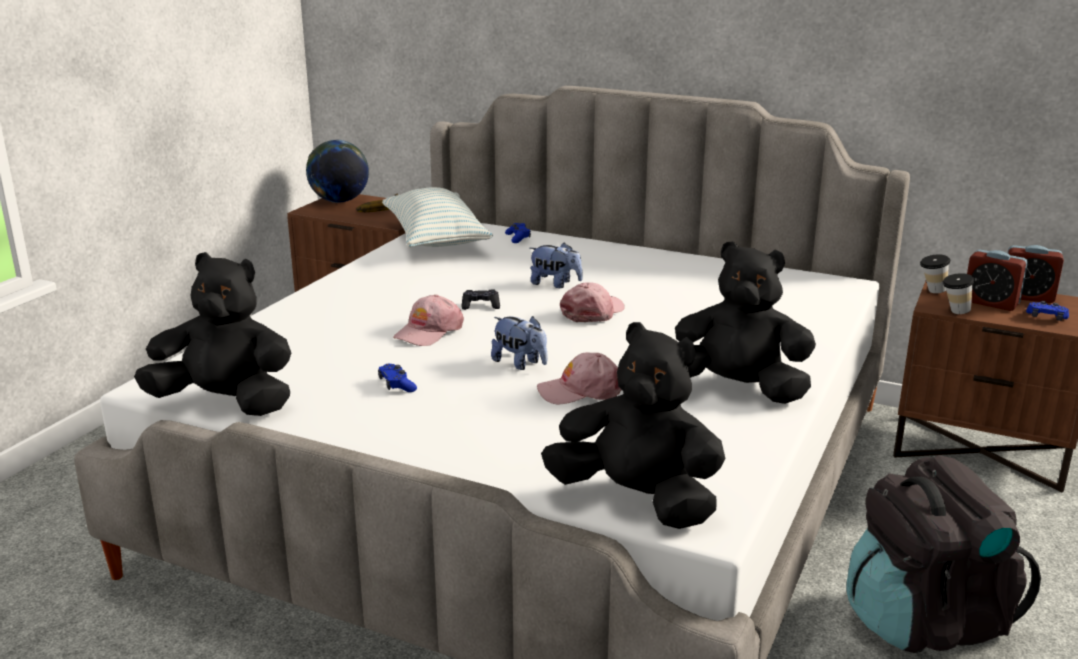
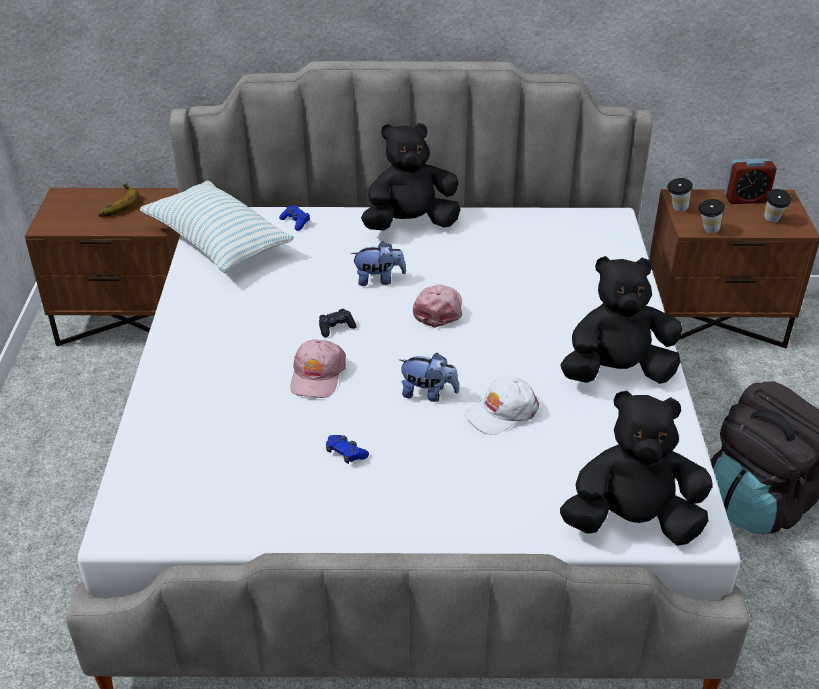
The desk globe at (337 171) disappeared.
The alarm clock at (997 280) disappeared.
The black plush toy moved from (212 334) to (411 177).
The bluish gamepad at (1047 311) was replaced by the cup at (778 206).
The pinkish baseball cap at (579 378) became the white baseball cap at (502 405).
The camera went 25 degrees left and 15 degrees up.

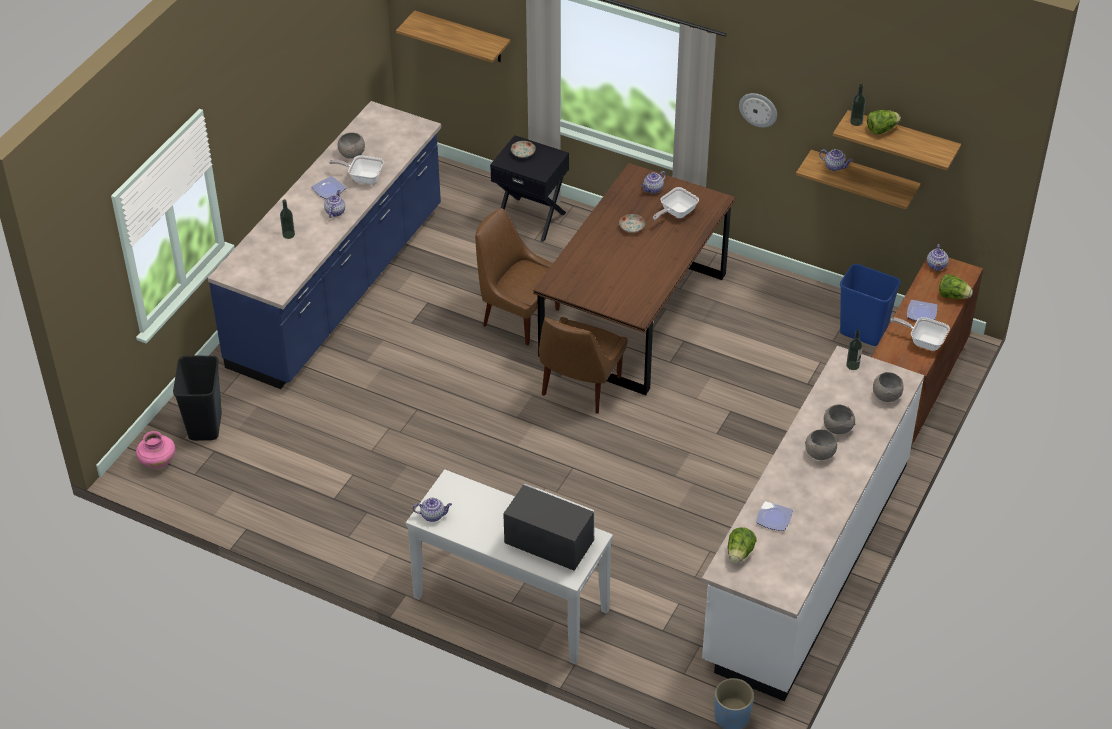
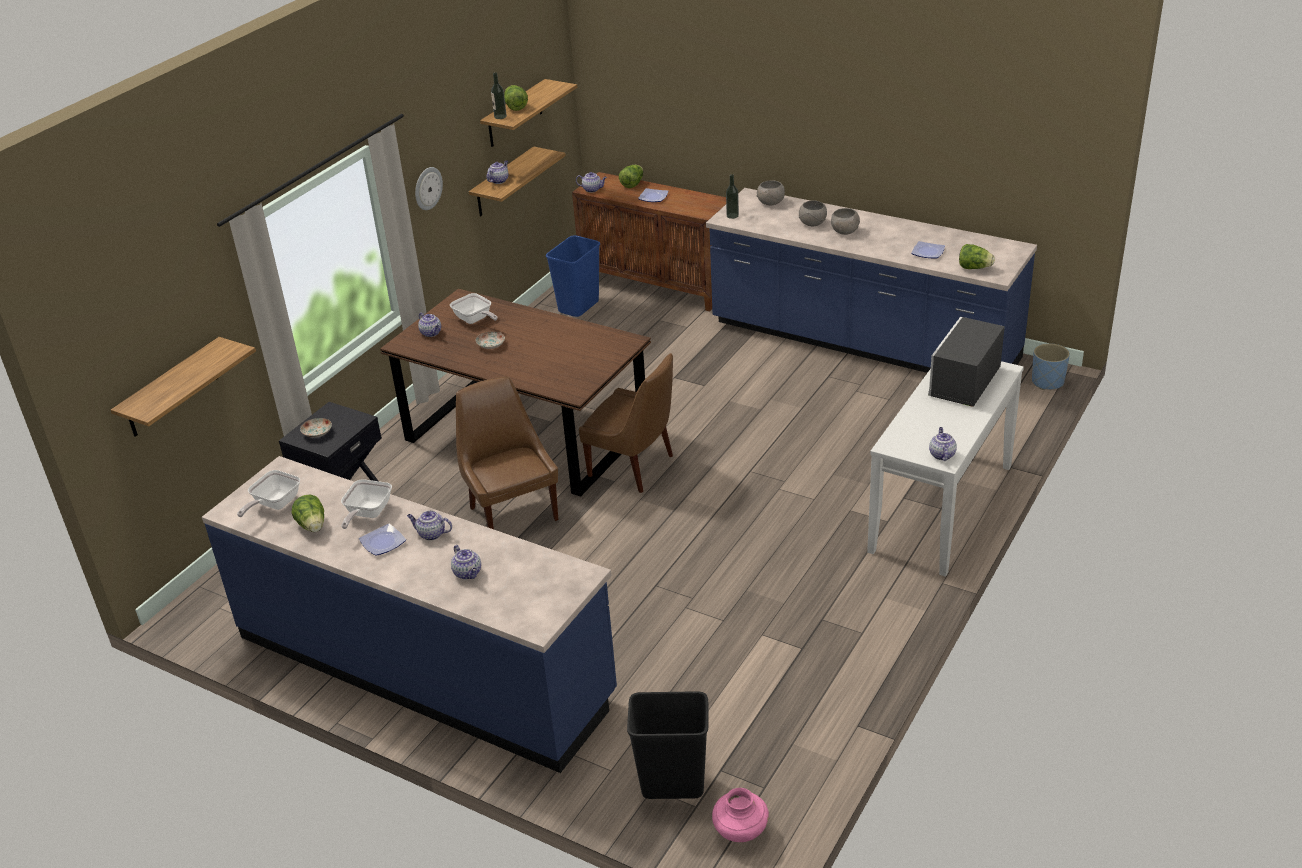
The frying pan moved from (920 334) to (268 493).
The beverage bottle at (287 219) was replaced by the tea pot at (466 562).
The gray serving bowl at (351 146) was replaced by the head of lettuce at (307 513).
The white kitchen counter at (813 523) became the bluish kitchen counter at (871 280).
The brown plain chair at (517 276) turned 120 degrees clockwise.
The camera went 85 degrees left and 10 degrees down.

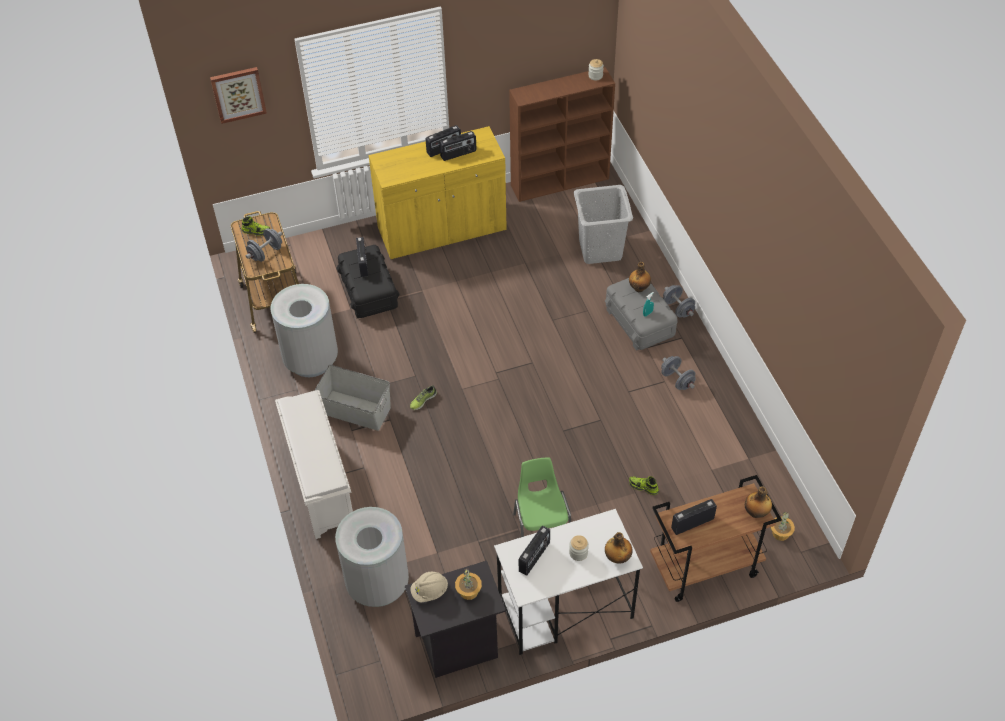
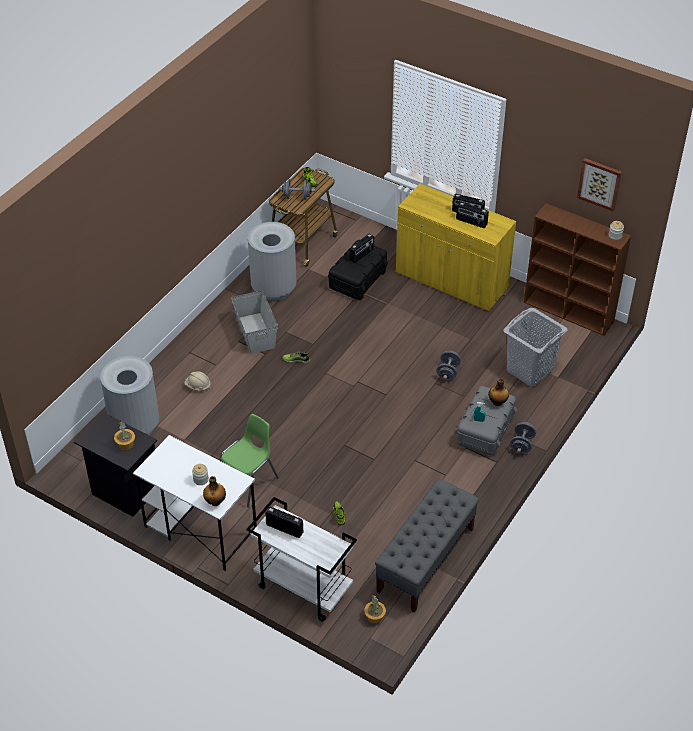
The white shoe shelf at (314 464) disappeared.
The radio receiver at (534 551) disappeared.
The beverage bottle at (758 502) disappeared.
The gray long seat at (427 545) appeared.
The wall picture moved from (238 95) to (599 184).
The beige-coloured work helmet moved from (429 587) to (198 381).
The gray hand weight moved from (678 373) to (448 365).
The brown wheeled cart at (716 538) became the white wheeled cart at (301 559).
The camera went 50 degrees right and 5 degrees down.

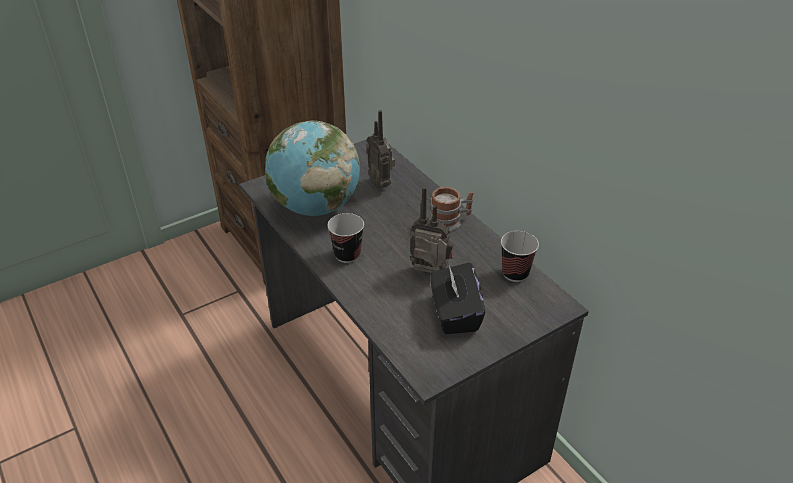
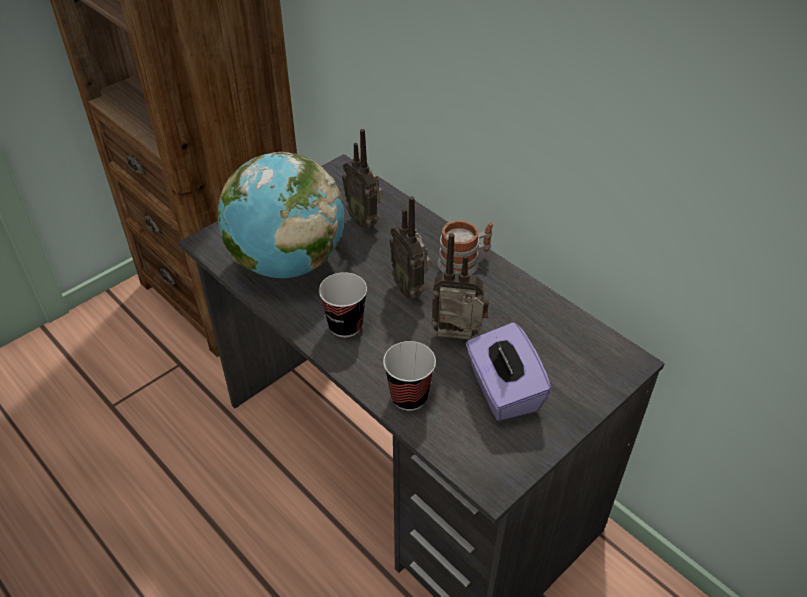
The radio receiver at (410 247) appeared.
The cup moved from (520 256) to (409 376).
The black tissue box at (457 298) became the purple tissue box at (509 371).
The camera went 10 degrees left and 5 degrees up.

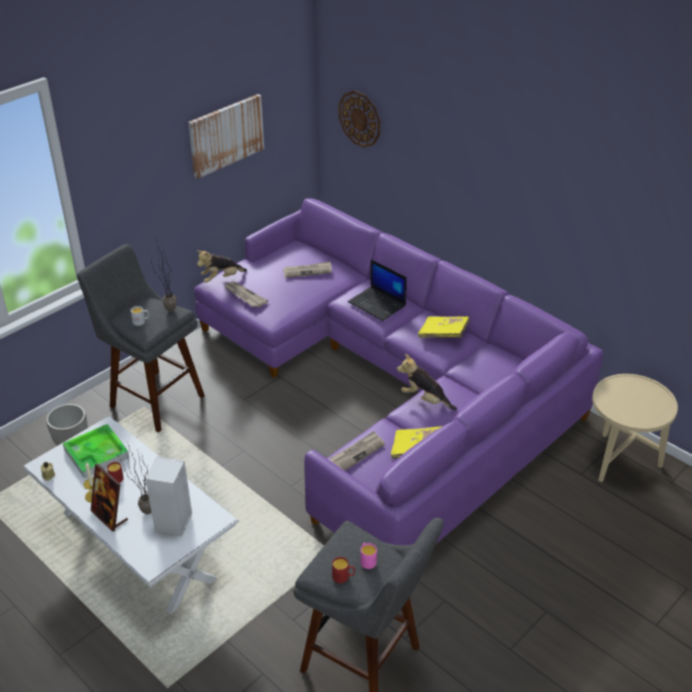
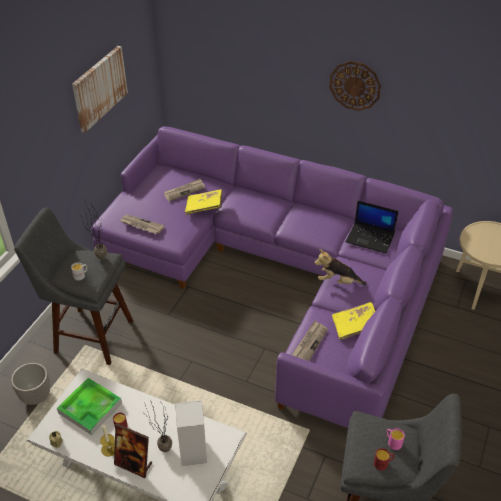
The plush toy at (221 266) disappeared.
The clock on the wall moved from (359 119) to (355 86).
The notebook computer moved from (377 290) to (372 227).
The yellow book moved from (444 327) to (204 202).
The camera went 20 degrees left and 5 degrees up.

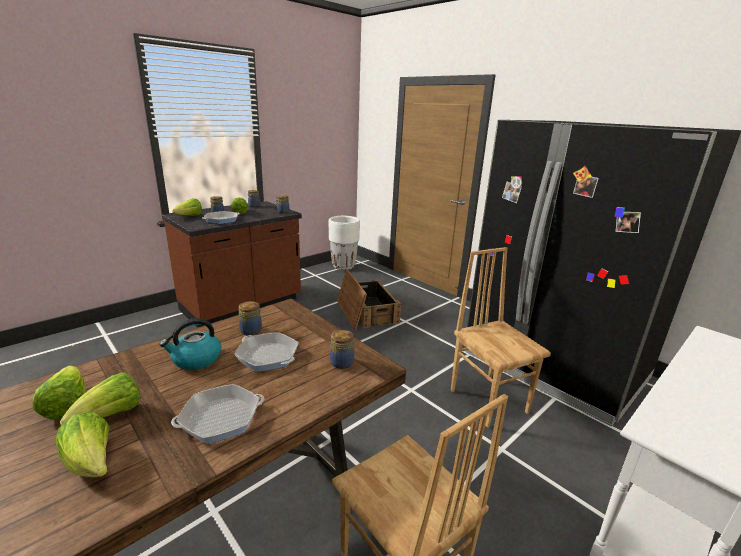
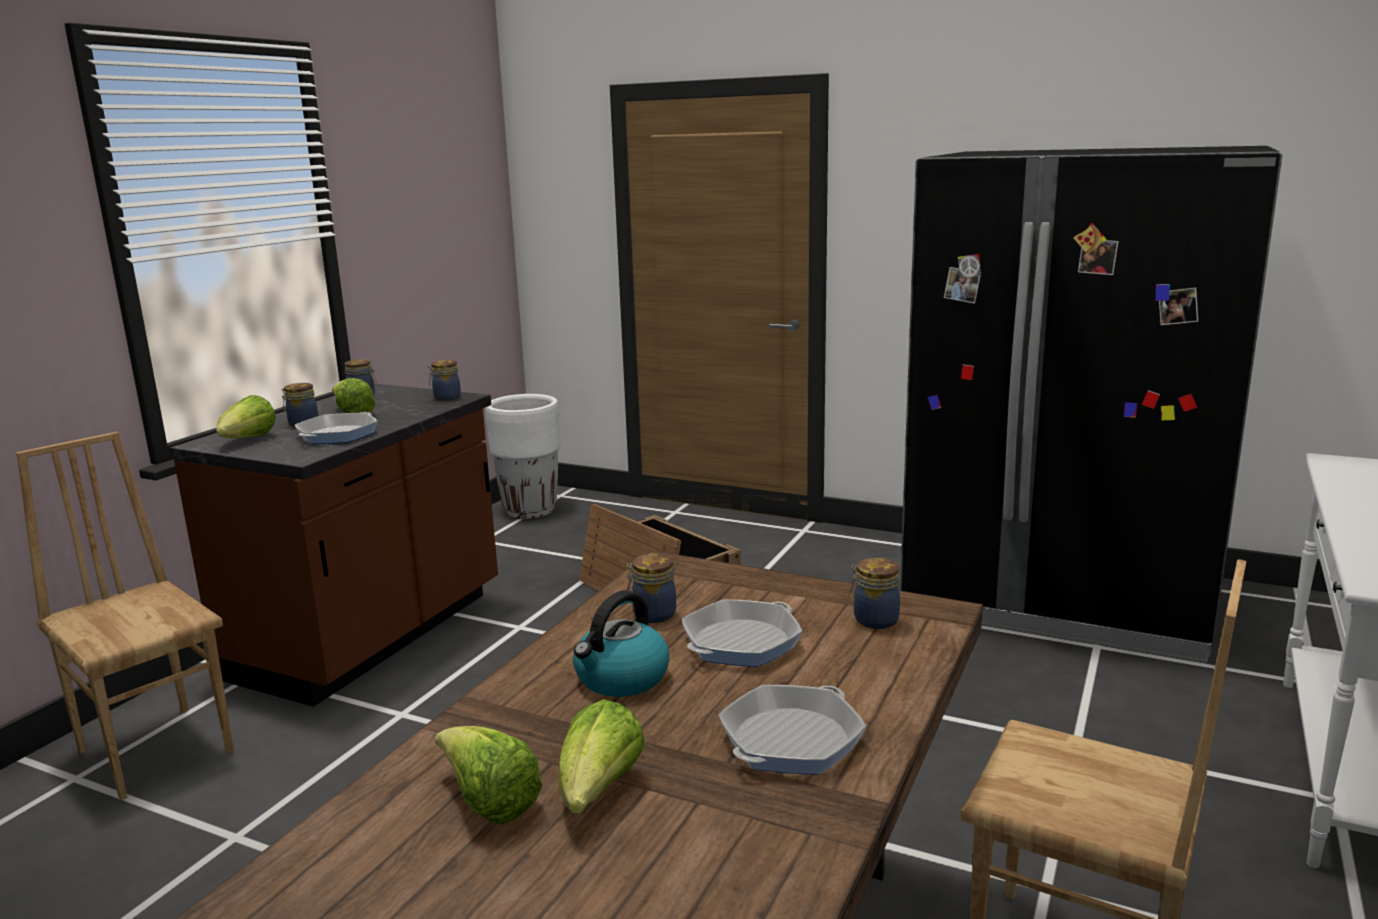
The head of lettuce at (83 444) disappeared.
The brown plain chair moved from (501 337) to (125 616).
The frying pan at (267 352) turned 120 degrees clockwise.
The camera went 20 degrees left and 5 degrees down.

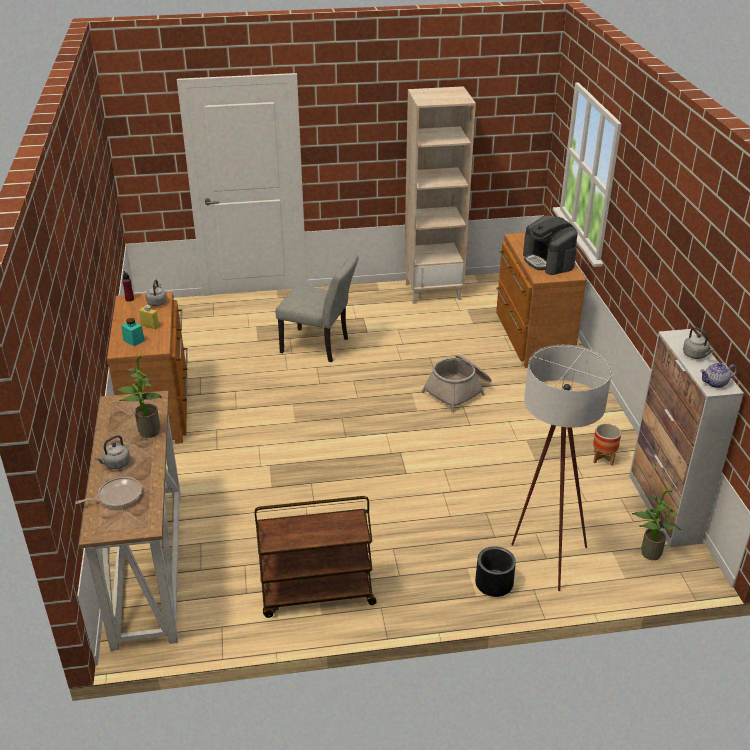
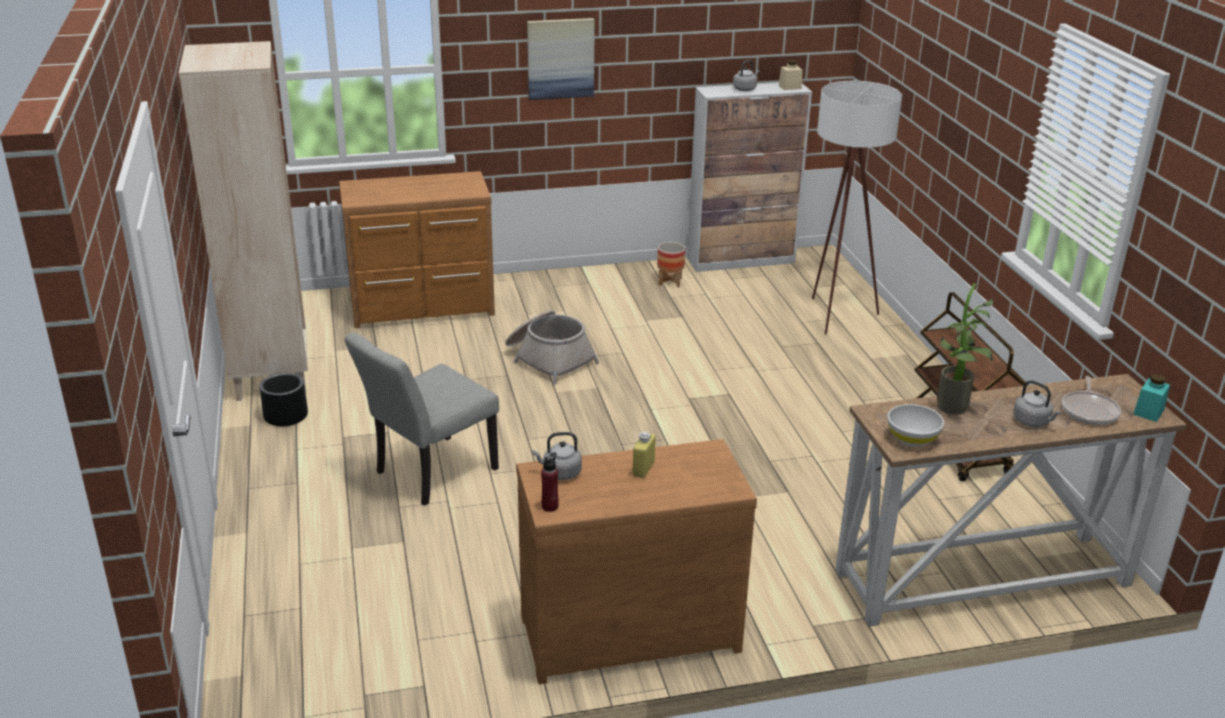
The coffee maker at (550 245) disappeared.
The houseplant at (656 524) disappeared.
The wall picture at (561 59) appeared.
The white serving bowl at (915 425) appeared.
The turquoise-coloured preserve jar moved from (133 332) to (1151 398).
The black flower pot moved from (495 571) to (283 400).
The tea pot at (718 375) was replaced by the beige-coloured preserve jar at (791 75).
The frying pan at (108 492) turned 135 degrees counterclockwise.
The gray plain chair at (317 308) turned 150 degrees counterclockwise.
The camera went 95 degrees left and 5 degrees down.

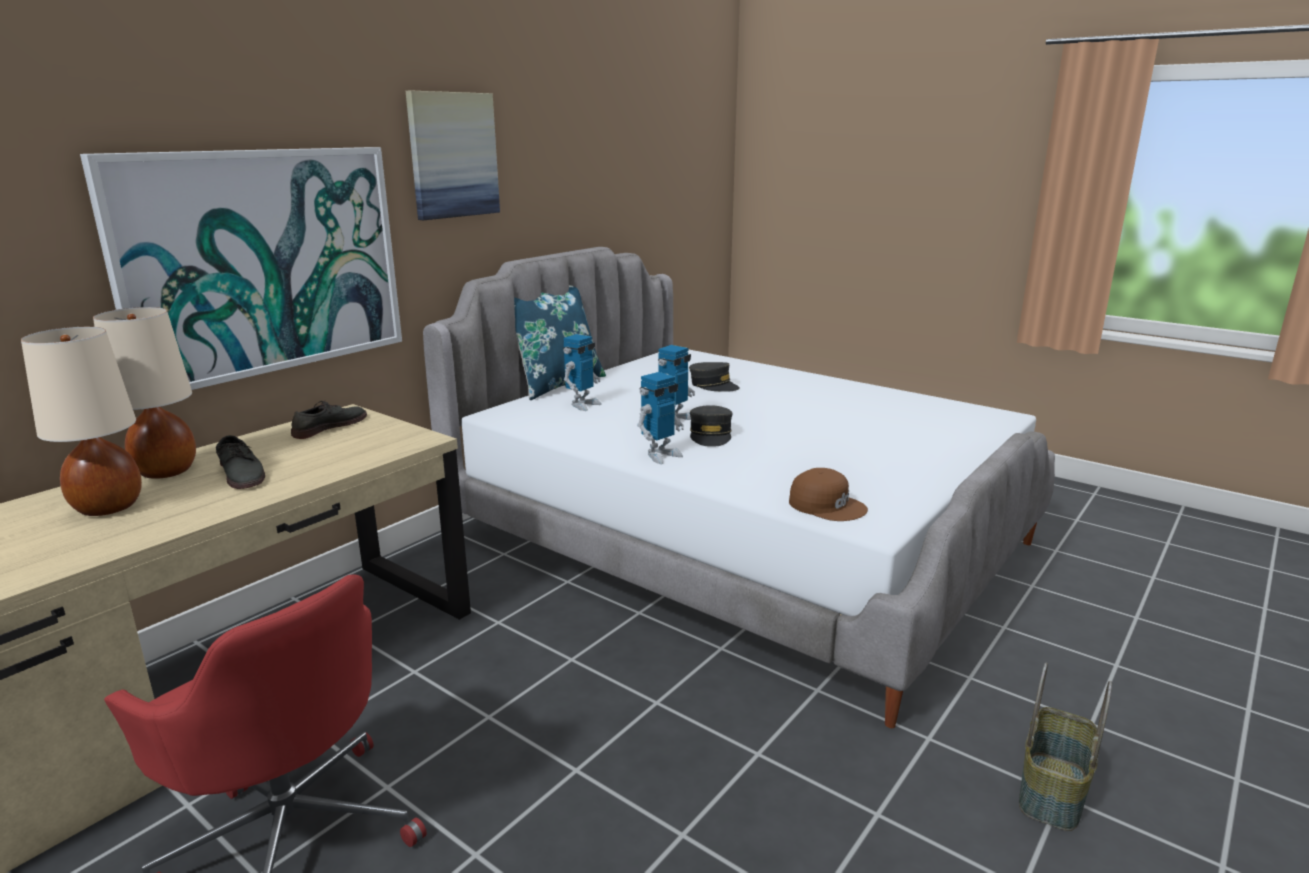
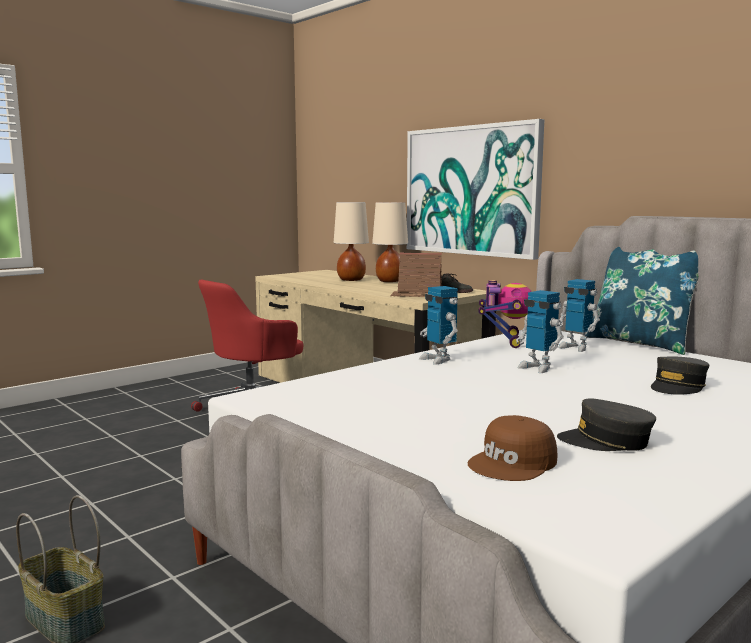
The gray low shoe at (240 462) disappeared.
The wall picture at (453 155) disappeared.
The model house at (416 275) appeared.
The model robot at (505 314) appeared.
The gray baseball cap moved from (711 426) to (606 424).
The brown baseball cap moved from (828 494) to (512 448).
The camera went 100 degrees right and 10 degrees down.

